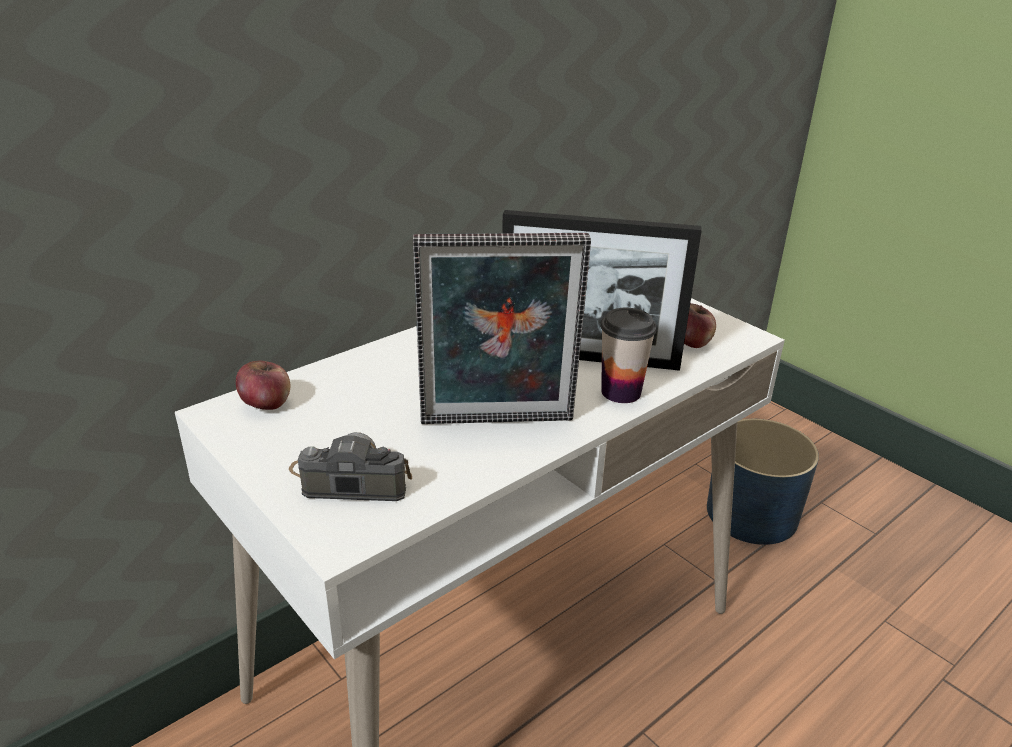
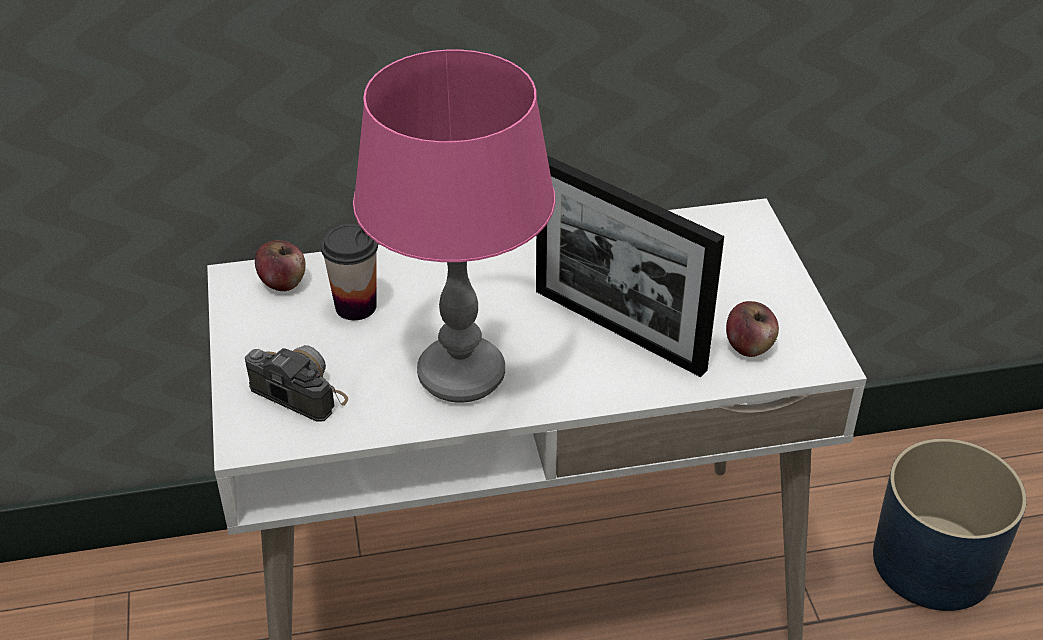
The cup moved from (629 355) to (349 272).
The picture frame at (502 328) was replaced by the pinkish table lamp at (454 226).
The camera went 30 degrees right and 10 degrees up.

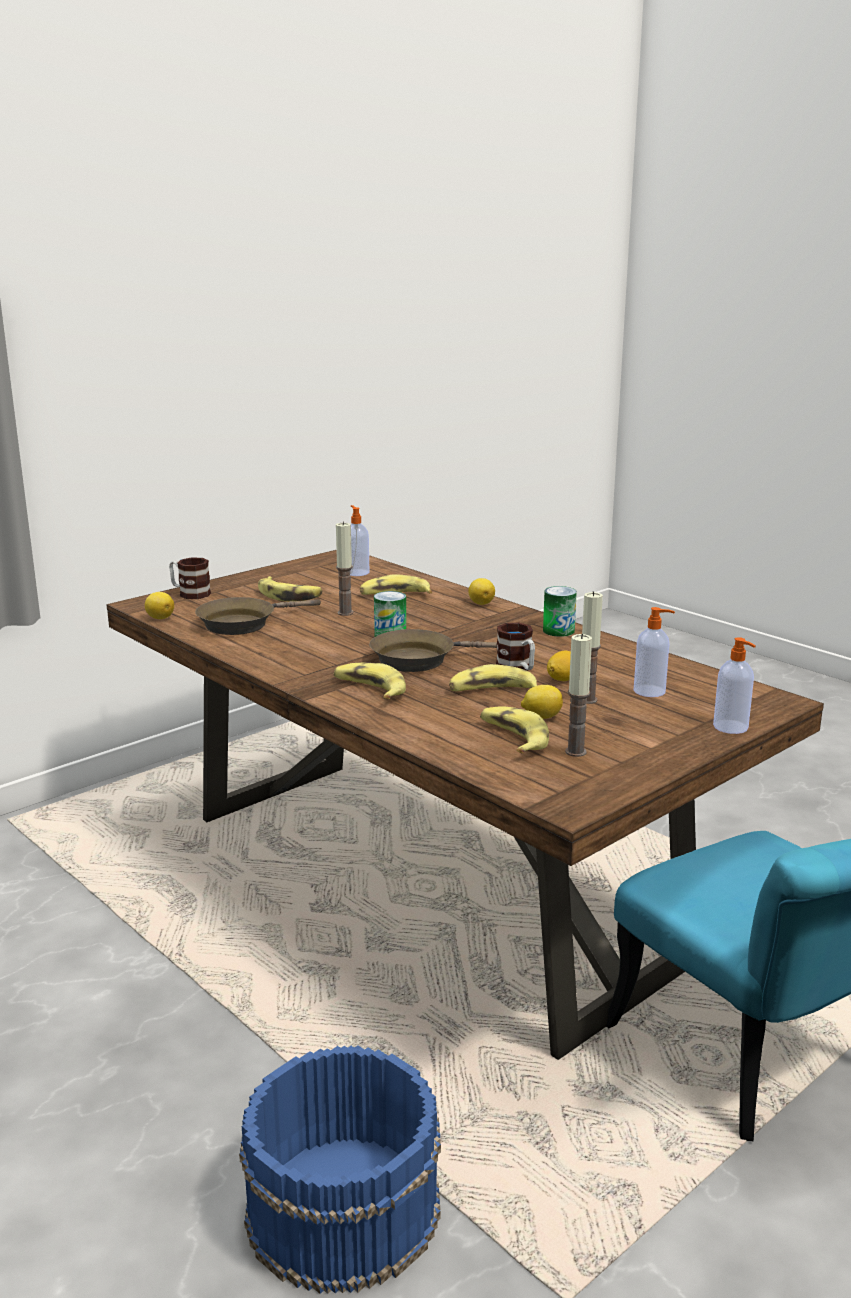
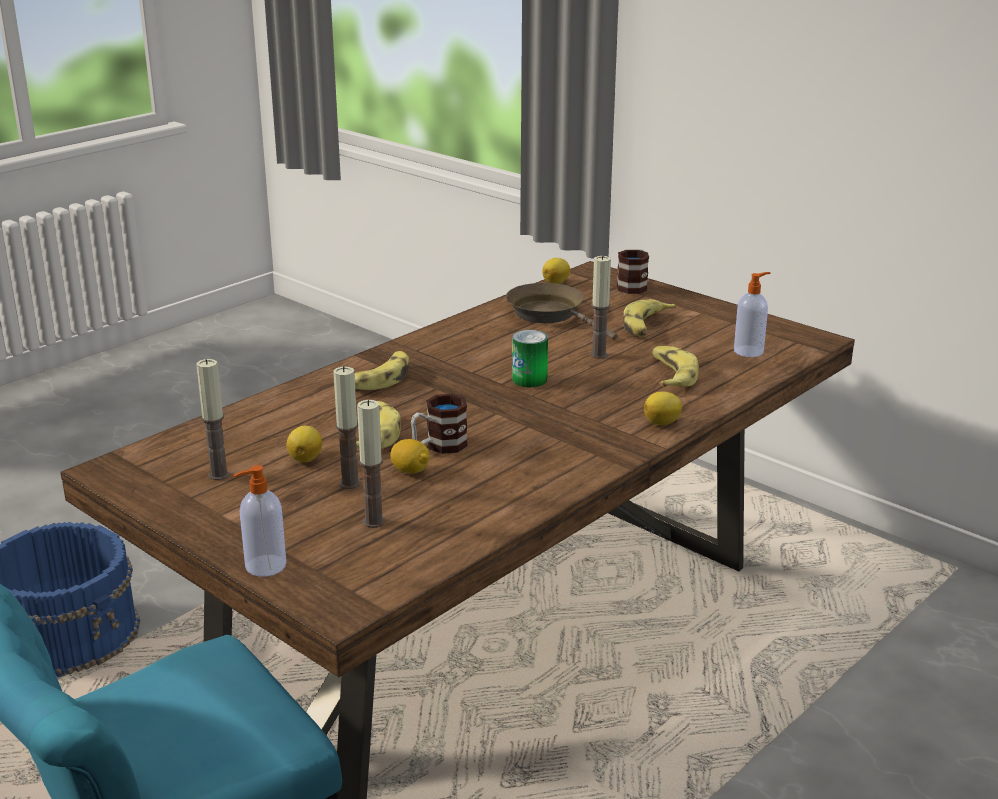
The brown frying pan at (433 650) disappeared.
The whole banana at (514 730) disappeared.
The metal can at (560 611) disappeared.
The soap dispenser at (654 652) was replaced by the candle at (371 464).
The camera went 85 degrees right and 5 degrees up.

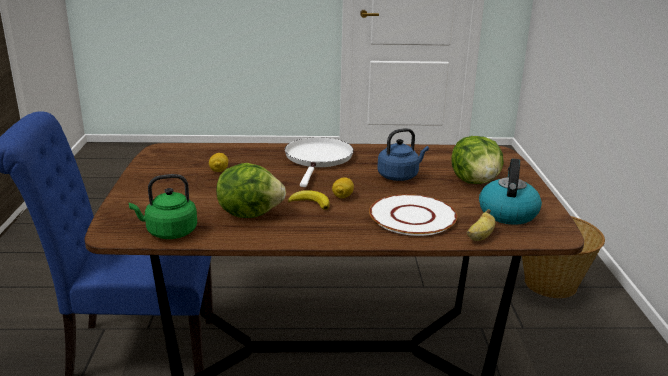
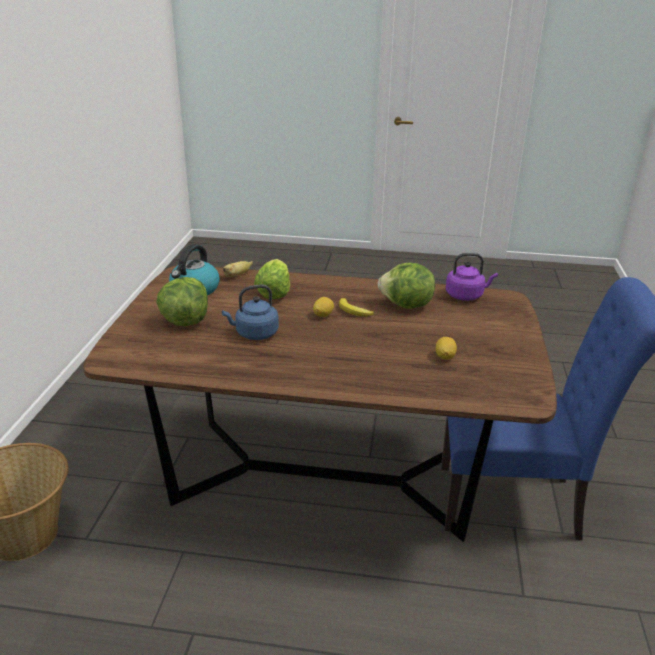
The white frying pan at (319 162) disappeared.
The white dinner plate at (413 215) was replaced by the head of lettuce at (272 279).
The green tea kettle at (163 206) became the purple tea kettle at (472 277).
The camera went 170 degrees left and 5 degrees up.

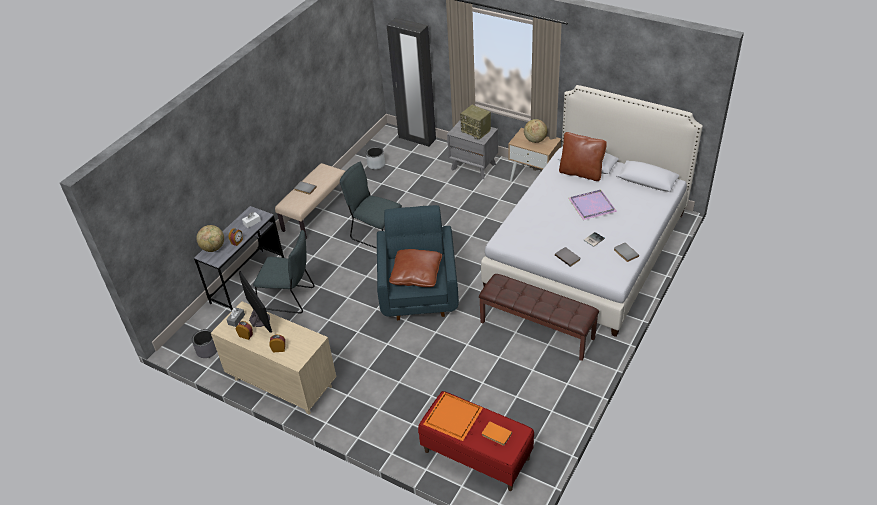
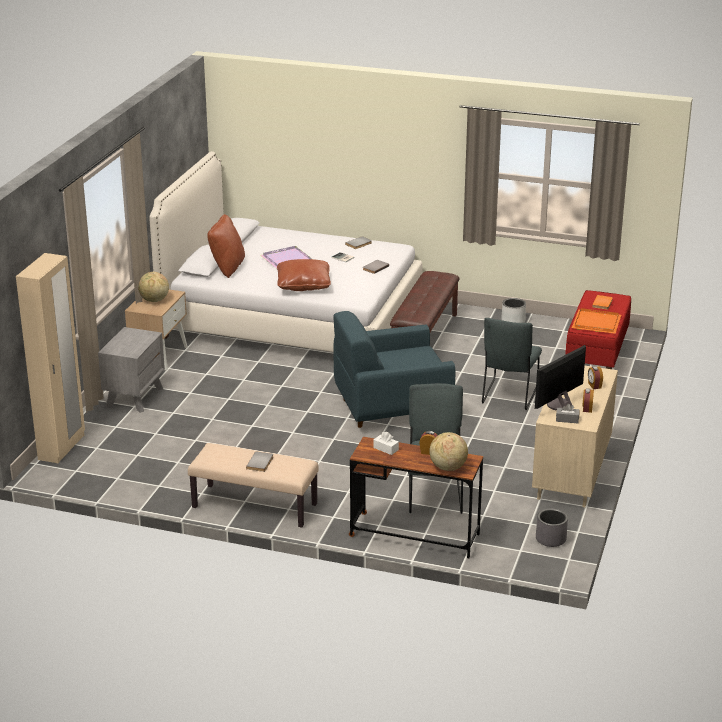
The radio receiver at (475 122) disappeared.
The gray plain chair moved from (371 205) to (512 364).
The gray flower pot moved from (375 158) to (513 310).
The brown pillow moved from (415 268) to (304 275).
The gray desk at (239 258) became the brown desk at (416 497).
The black clothes cupboard at (411 82) became the beige-coloured clothes cupboard at (50 358).
The camera went 105 degrees left and 15 degrees down.

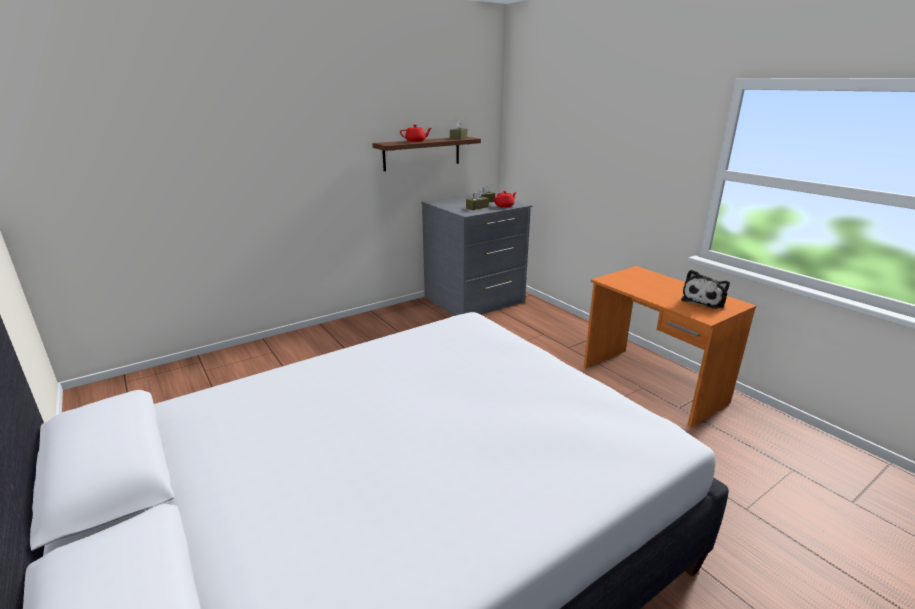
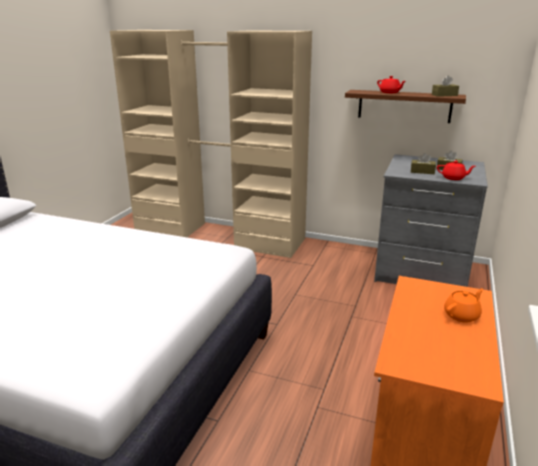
The plush toy at (705 289) disappeared.
The beige-coloured clothes cupboard at (211 144) appeared.
The orangey tea pot at (463 305) appeared.
The camera went 55 degrees right and 0 degrees up.

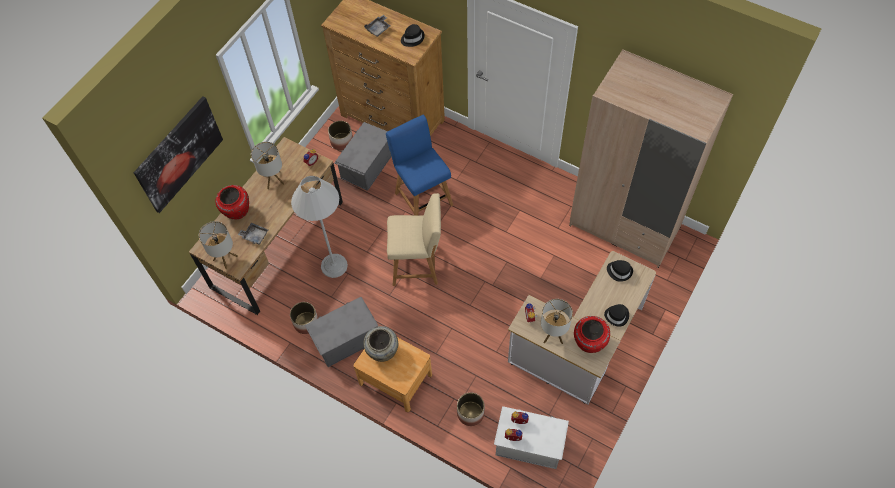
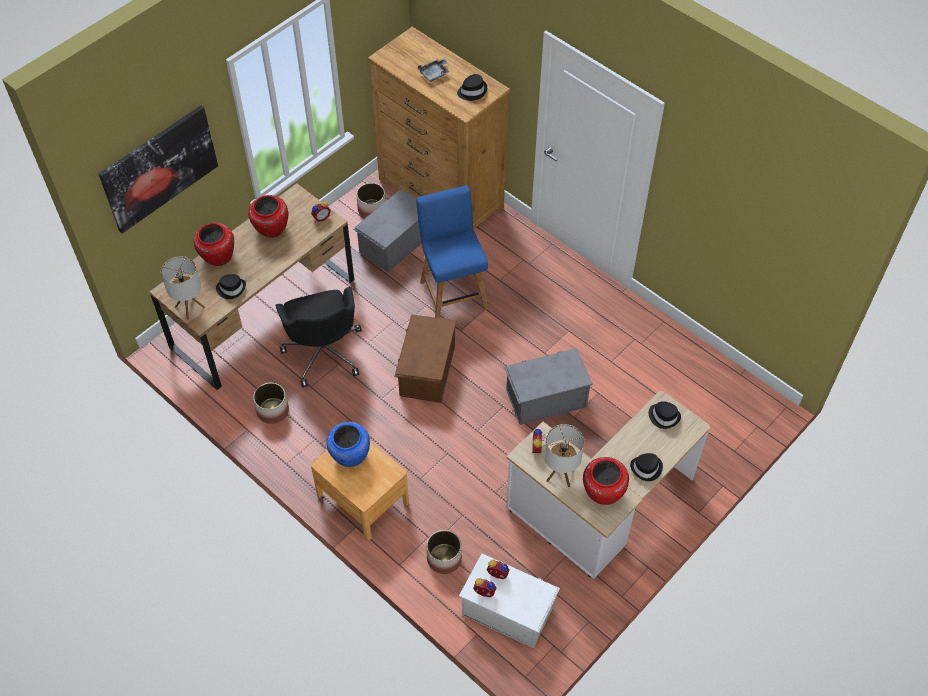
The beige-coloured clothes cupboard at (651 158) disappeared.
The gray storage bin moved from (341 332) to (548 386).
The gray serving tray at (253 234) was replaced by the black clothing hat at (231 286).
The table lamp at (267 165) was replaced by the red vase at (268 216).
The white floor lamp at (319 227) was replaced by the black office chair at (318 337).
The beige-coloured plain chair at (414 239) was replaced by the brown storage bin at (425 359).
The beige-coloured vase at (380 344) became the bluish vase at (348 444).
The camera went 10 degrees right and 5 degrees down.

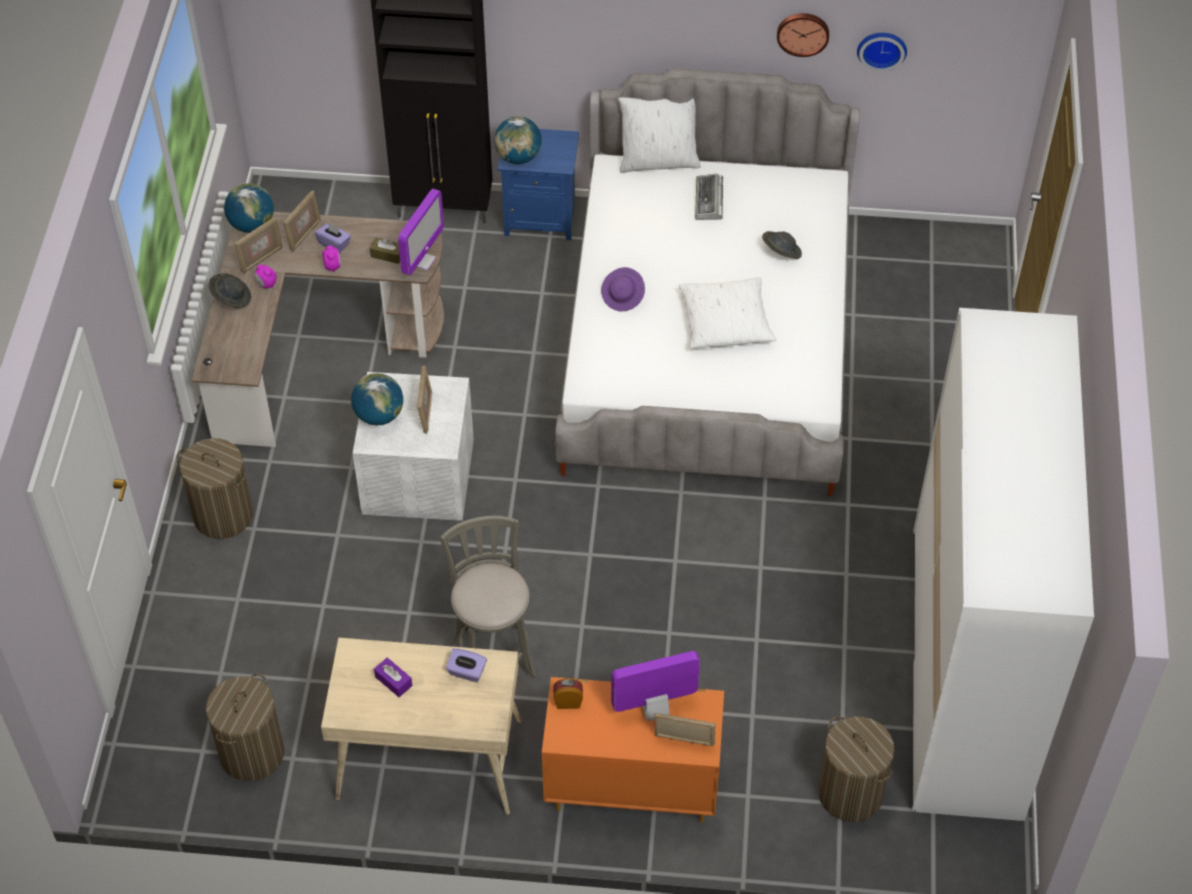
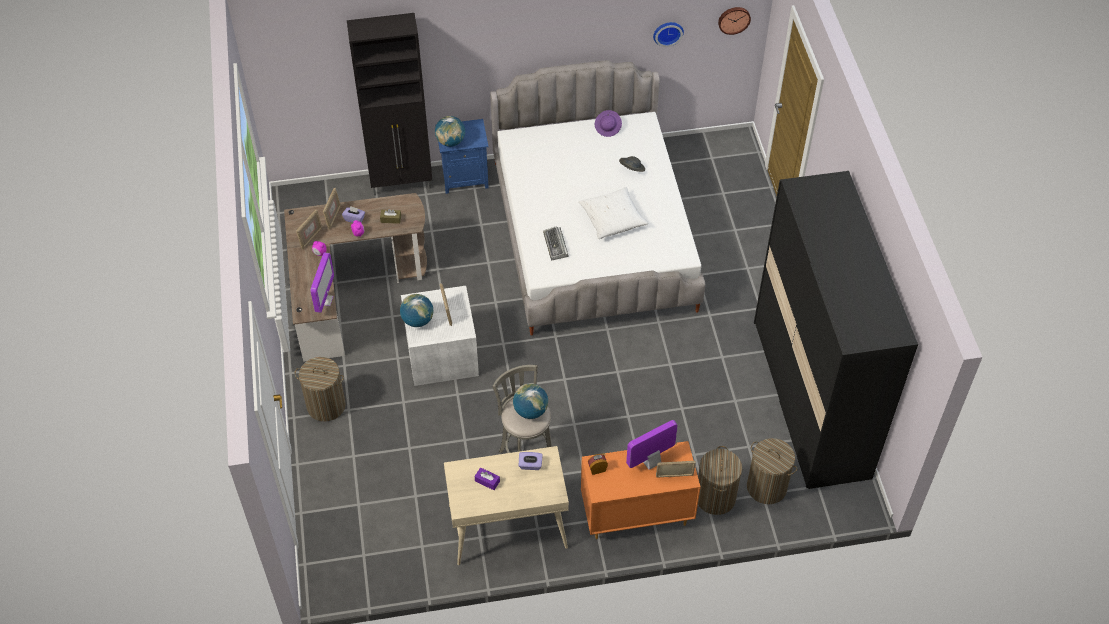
The gray clothing hat at (230 291) disappeared.
The white pillow at (659 135) disappeared.
The washing basket moved from (245 727) to (720 480).
The desk globe moved from (249 208) to (530 401).
The monitor moved from (421 232) to (322 282).
The purple clothing hat moved from (623 289) to (608 123).
The keyboard moved from (709 196) to (556 243).
The clock on the wall moved from (803 35) to (734 21).
The white clothes cupboard at (1003 564) became the black clothes cupboard at (836 330).
The camera went 15 degrees left and 0 degrees up.

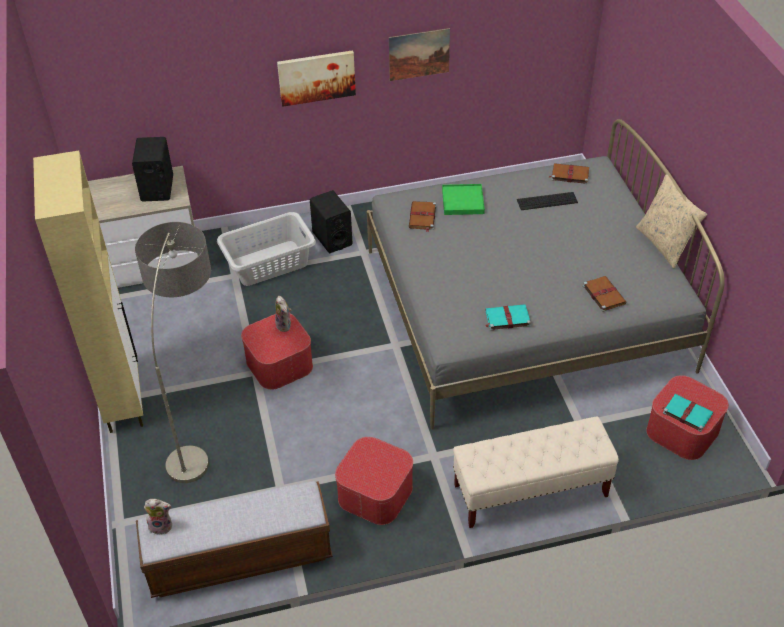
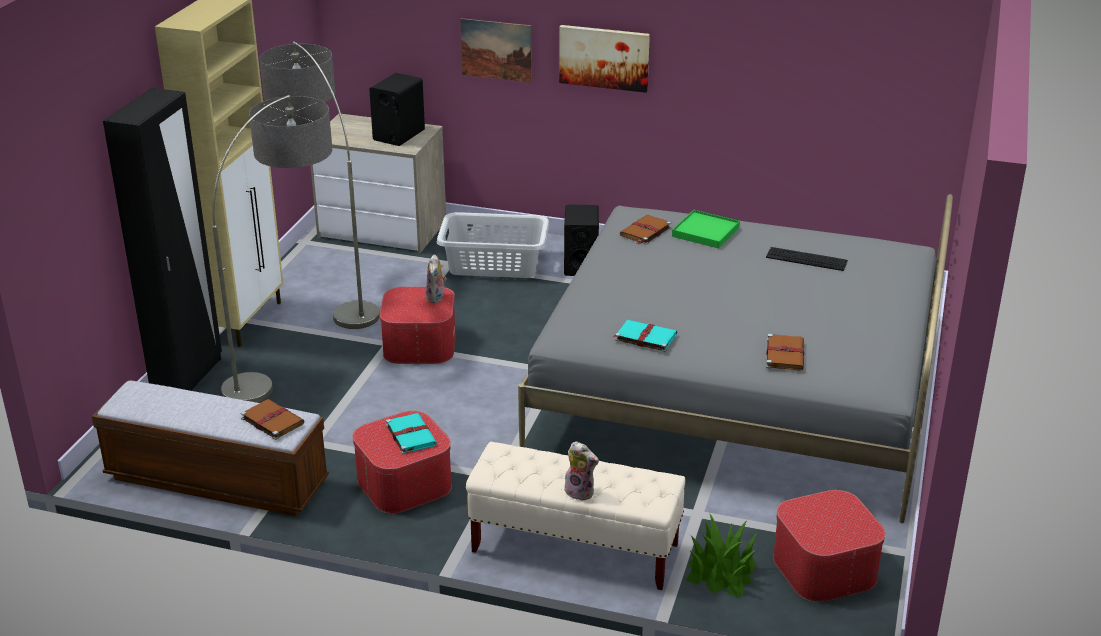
The beige-coloured pillow at (671 221) disappeared.
The black clothes cupboard at (162 239) appeared.
The floor lamp at (319 185) appeared.
The houseplant at (721 556) appeared.
The plush toy moved from (158 517) to (581 471).
The wall picture moved from (419 54) to (496 50).
The brown book moved from (569 173) to (272 419).
The turquoise-coloured book moved from (687 413) to (411 433).
The camera went 30 degrees right and 15 degrees down.

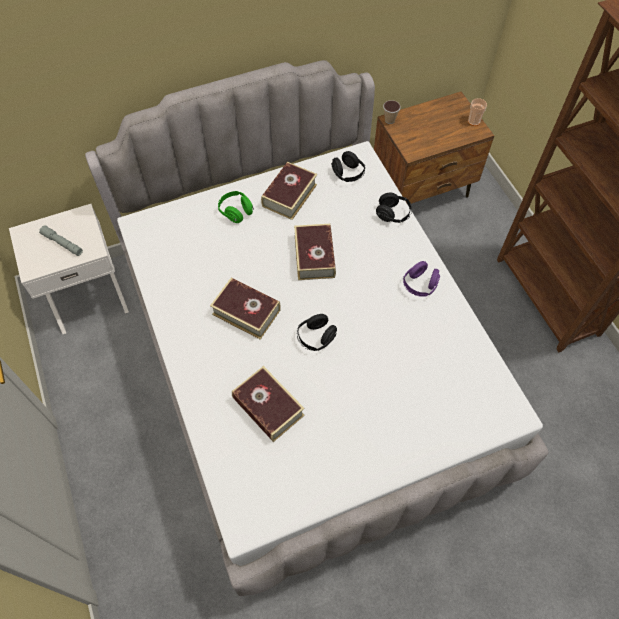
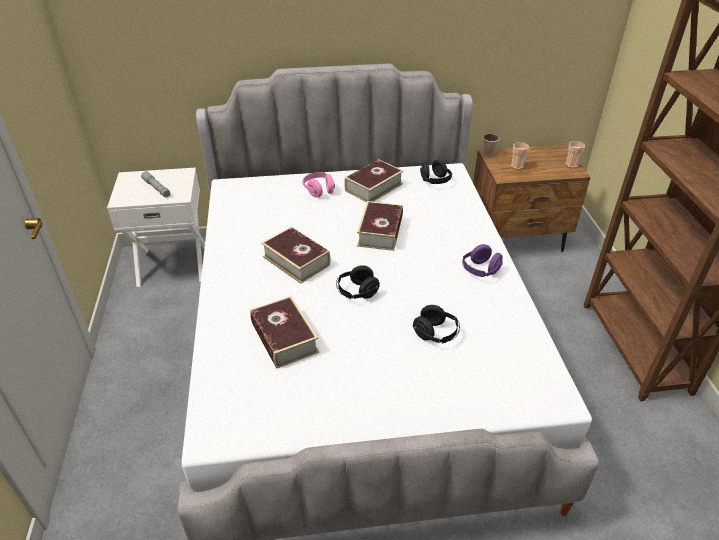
The cup at (520 156) appeared.
The black pair of headphones moved from (394 208) to (436 324).
The green pair of headphones at (236 207) became the pinkish pair of headphones at (318 185).
The camera went 15 degrees right and 20 degrees down.

